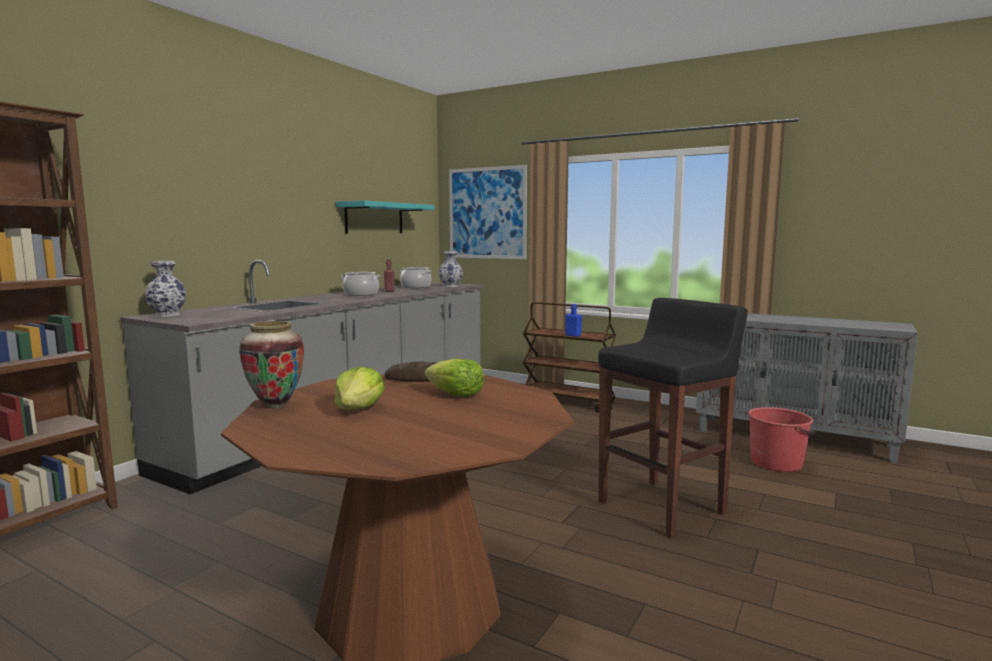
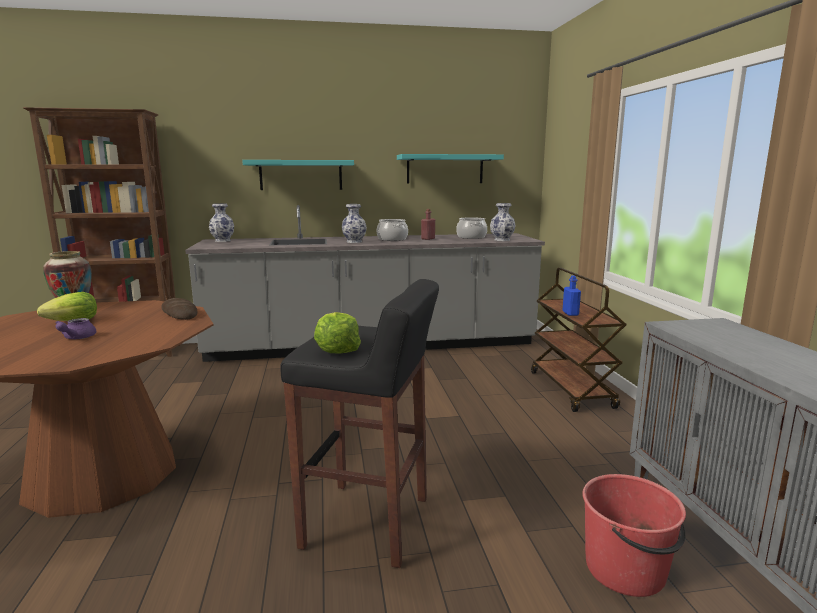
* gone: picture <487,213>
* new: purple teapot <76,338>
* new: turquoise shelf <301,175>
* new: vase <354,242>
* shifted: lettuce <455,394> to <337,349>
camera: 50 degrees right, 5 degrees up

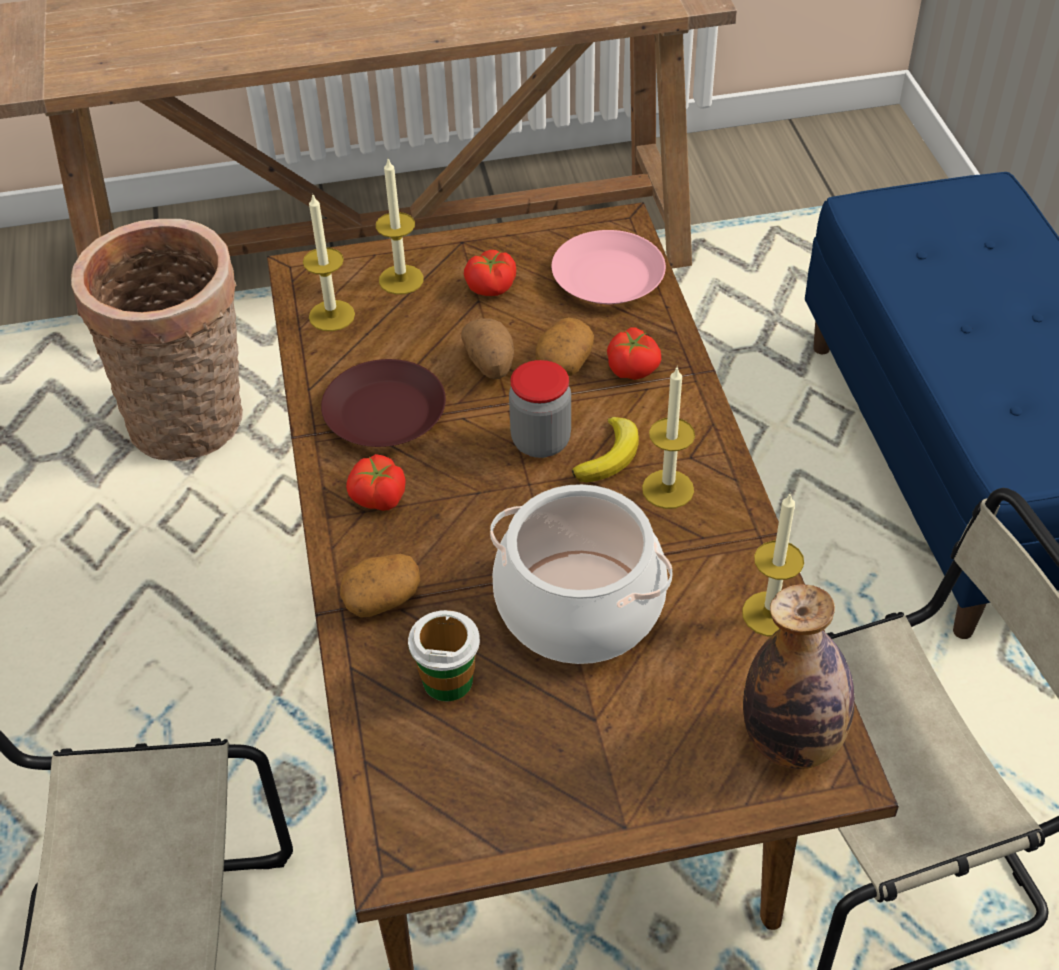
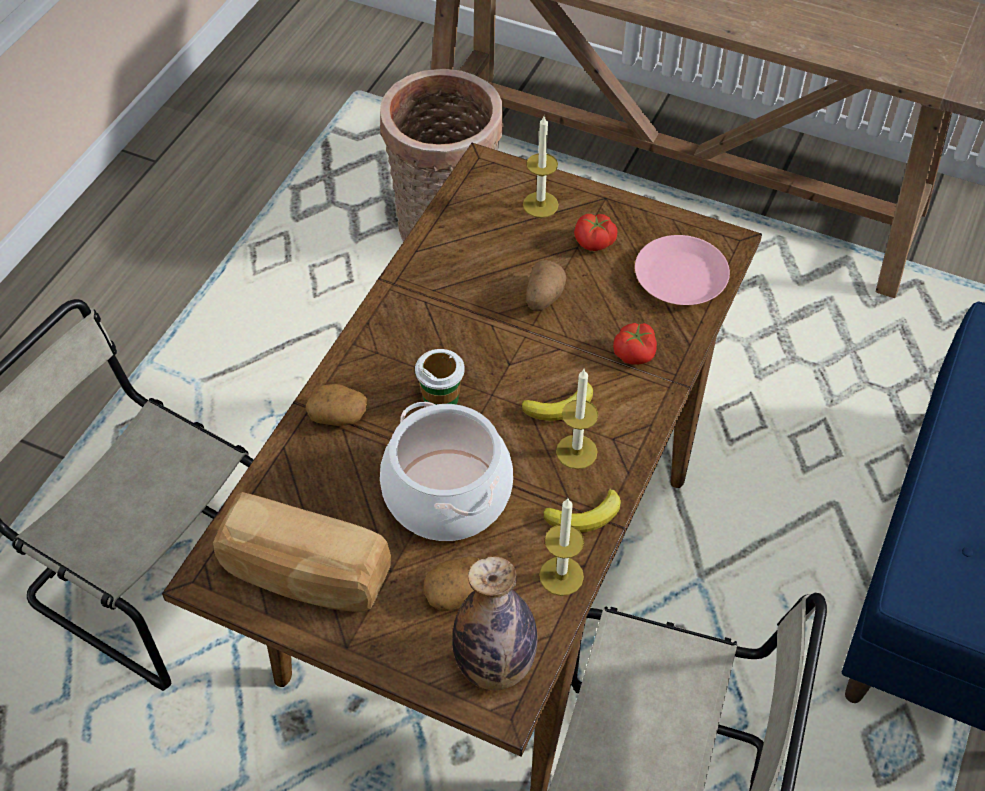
* gone: candle <331,316>
* gone: brown plate <383,413>
* gone: tomato <378,497>
* gone: jar <541,441>
* new: bread <305,574>
* new: banana <585,516>
* shifted: cup <448,680> to <441,398>
* shifted: potato <564,361> to <455,591>
camera: 35 degrees right, 5 degrees up

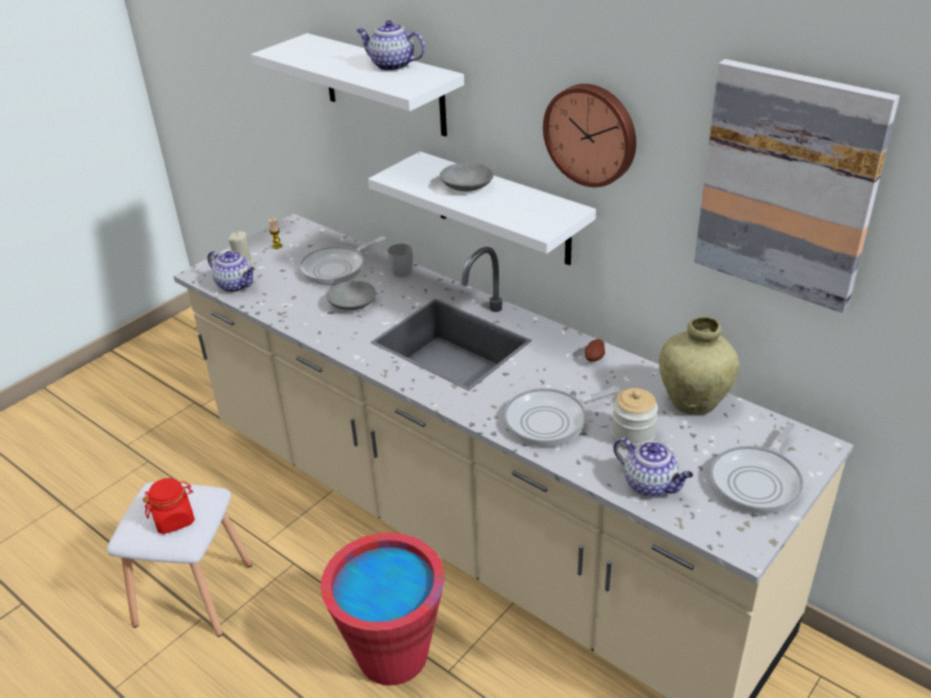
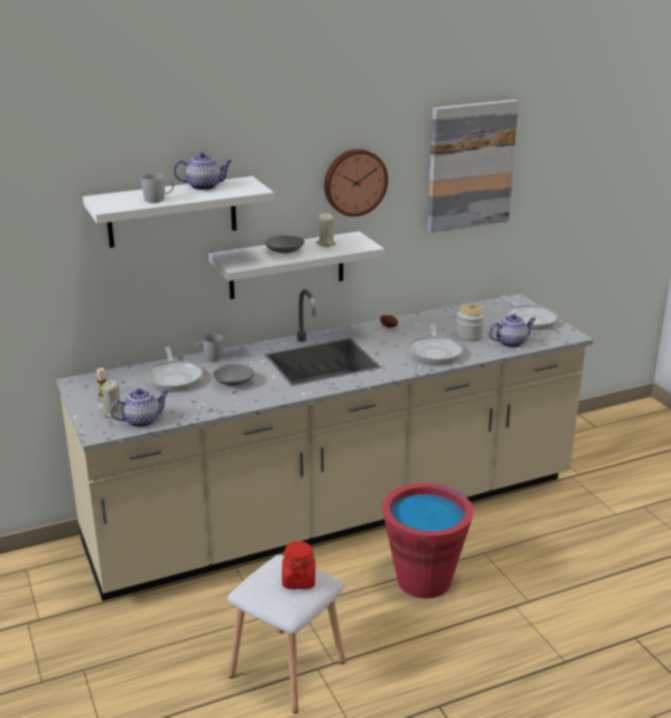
* gone: beige vase <693,403>
* new: white mug <159,199>
* new: beige candle <326,244>
* rotated: teapot <391,65> = <205,186> 150 degrees counterclockwise
camera: 65 degrees left, 10 degrees down

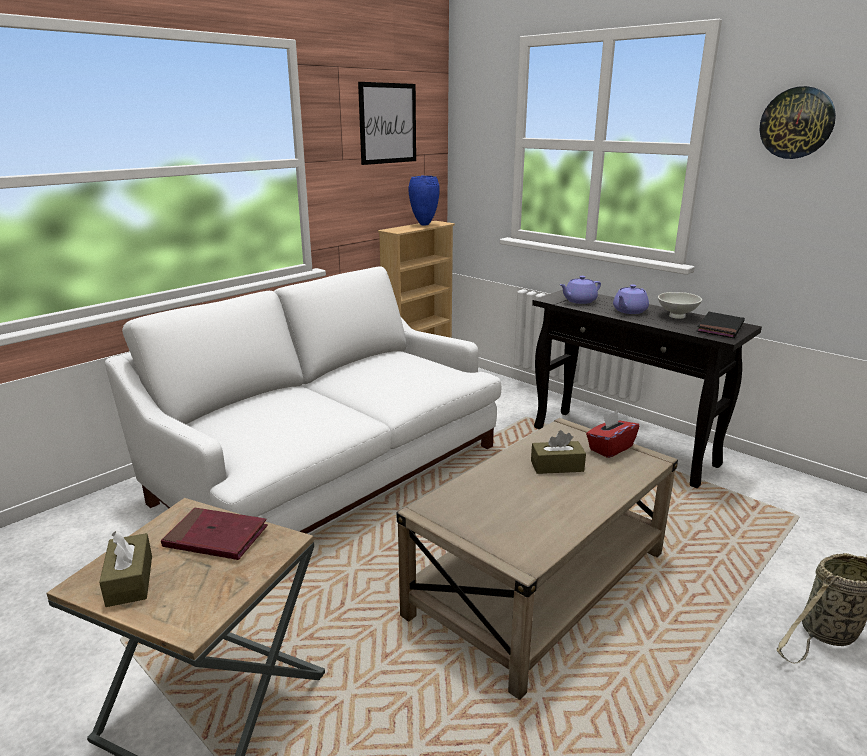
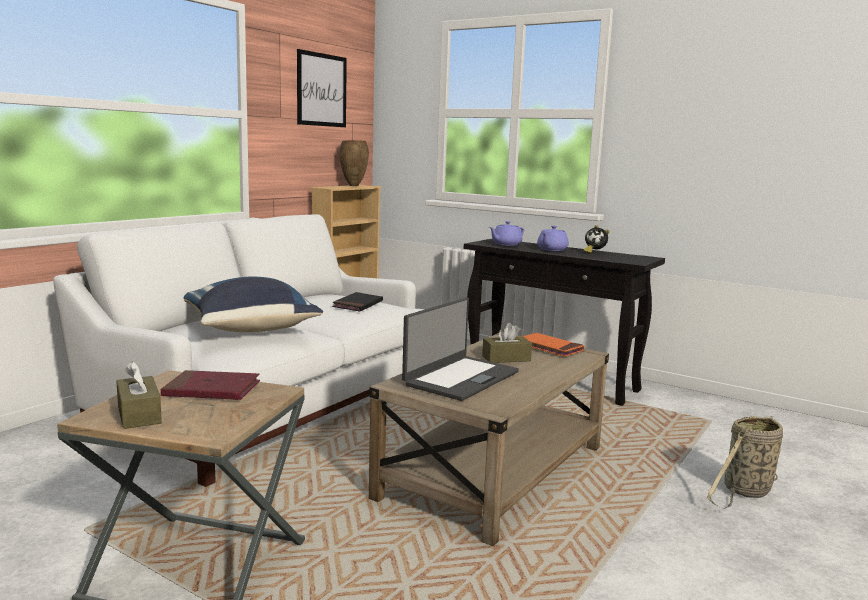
* gone: wall clock <797,123>
* new: blue pillow <250,329>
* new: laptop <460,378>
* shifted: black book <720,328> to <358,305>
* swapped: red tissue box <610,448> to orange book <549,348>
* swapped: white bowl <678,316> to alarm clock <594,253>
* repainted: blue vase <423,225> to brown vase <353,186>
camera: 10 degrees left, 10 degrees down

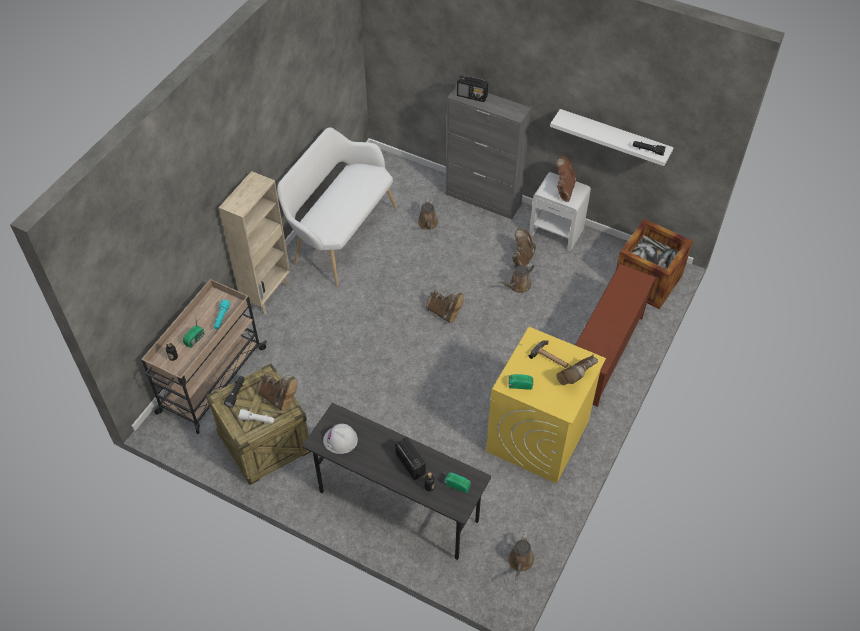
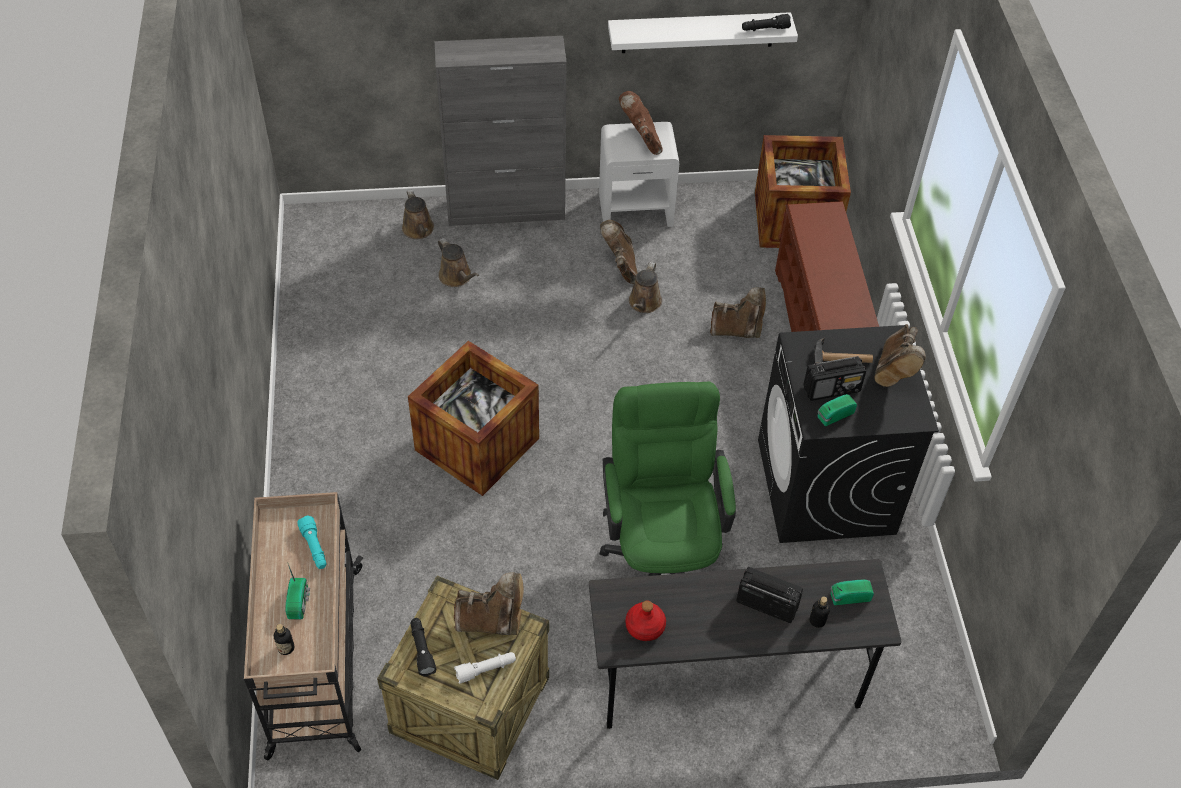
* gone: beige bookcase <267,293>
* gone: white bench <340,235>
* new: crate <477,444>
* new: green office chair <661,553>
* shifted: brown boot <444,313> to <738,330>
* shifted: radio <472,96> to <832,389>
* shifted: brown watering can <520,562> to <419,230>
* swapped: white hard hat <340,440> to red bottle <645,626>
* repainted: yellow washing machine <537,436> to black washing machine <826,487>
camera: 35 degrees left, 0 degrees up

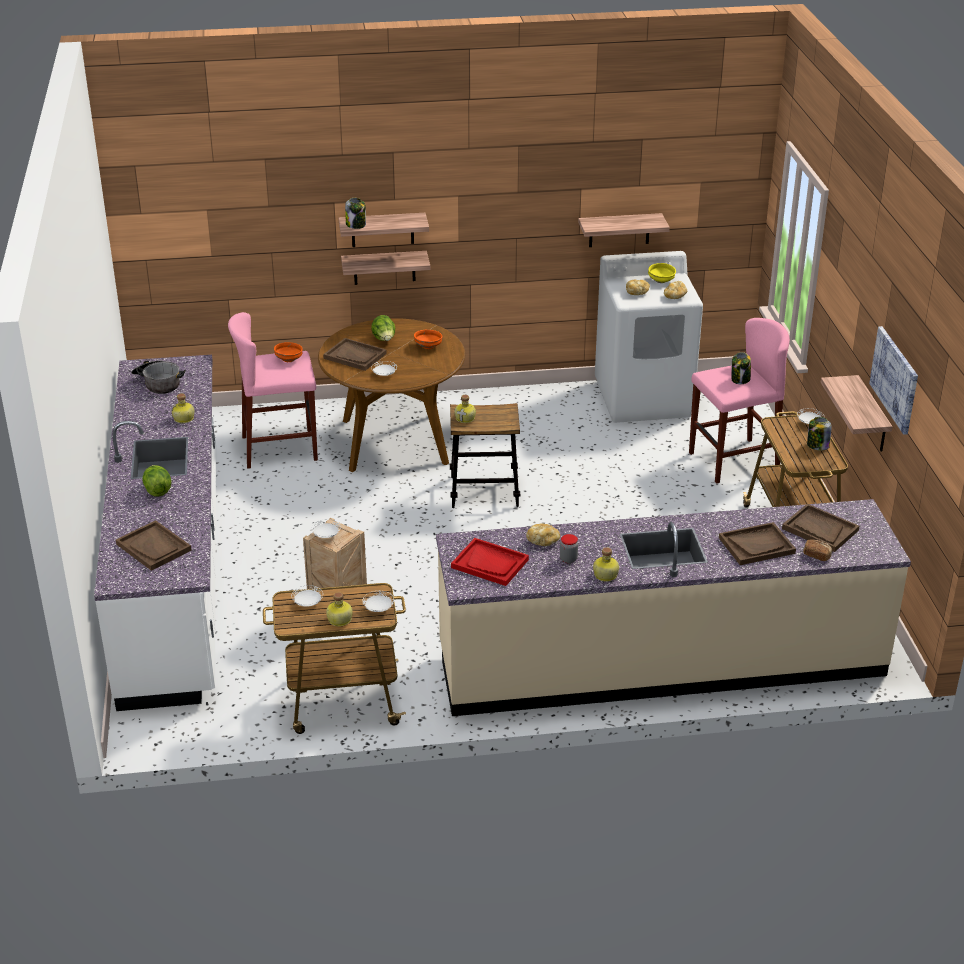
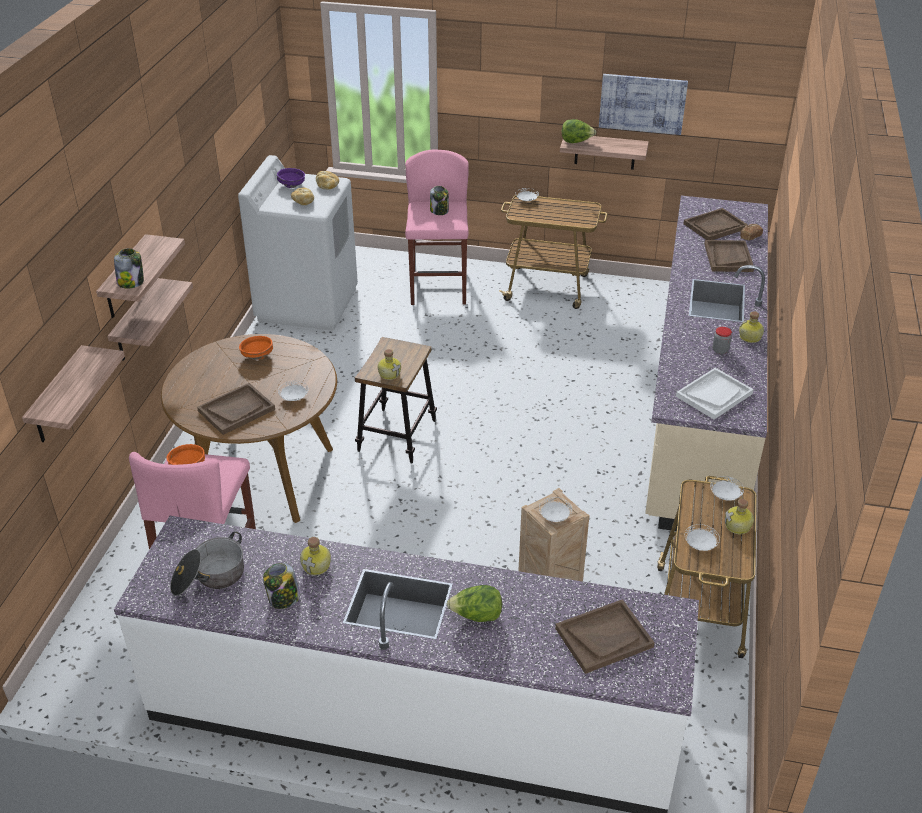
* gone: bread <543,541>
* shifted: lettuce <384,340> to <576,142>
* shifted: shelf <619,230> to <57,397>
* shifted: jar <817,446> to <283,599>
* repainted: red tray <490,564> to white tray <714,395>
* repainted: yellow bowl <661,281> to purple bowl <292,185>
camera: 70 degrees left, 5 degrees up

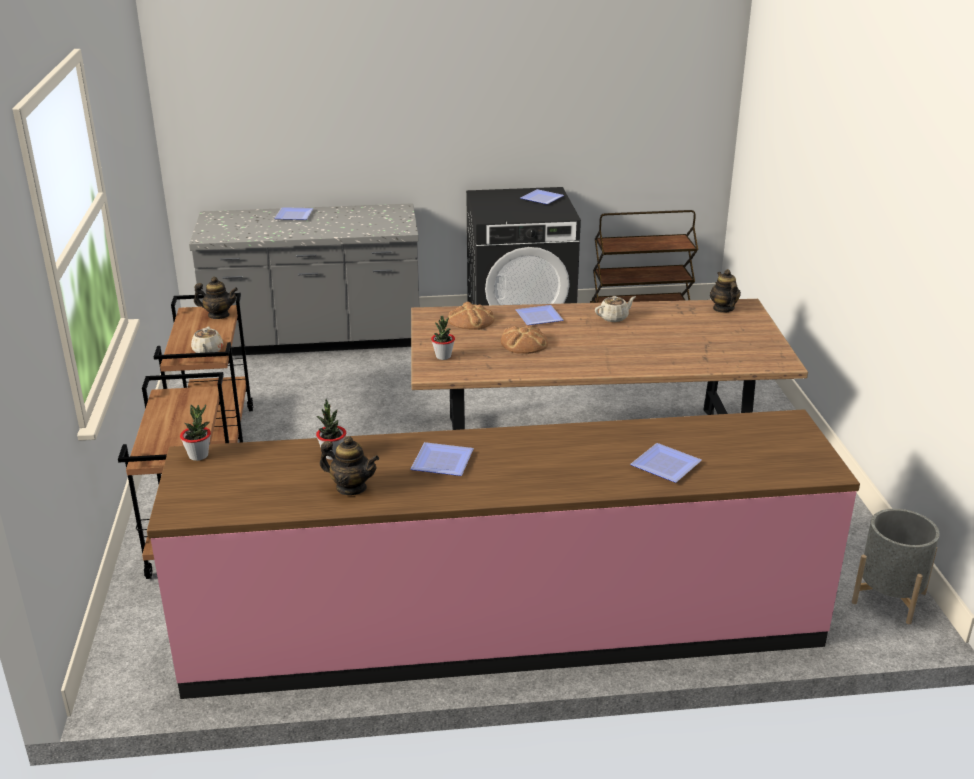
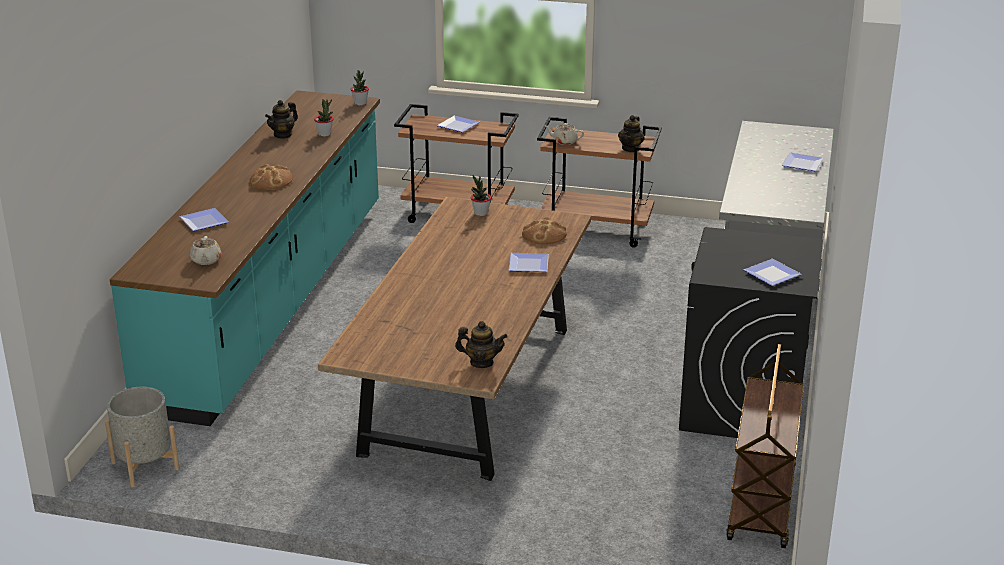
* shifted: plate <443,463> to <456,126>
* shifted: bread <524,343> to <271,181>
* shifted: beige teapot <614,318> to <206,260>
* repainted: pink counter <503,626> to turquoise counter <272,301>
camera: 110 degrees right, 0 degrees up

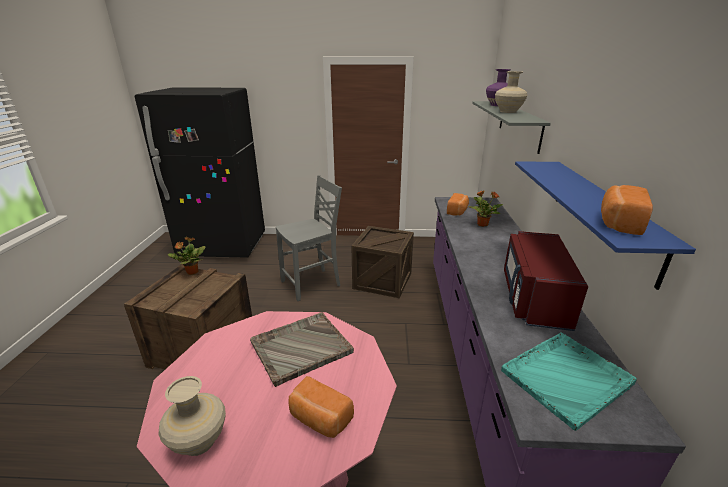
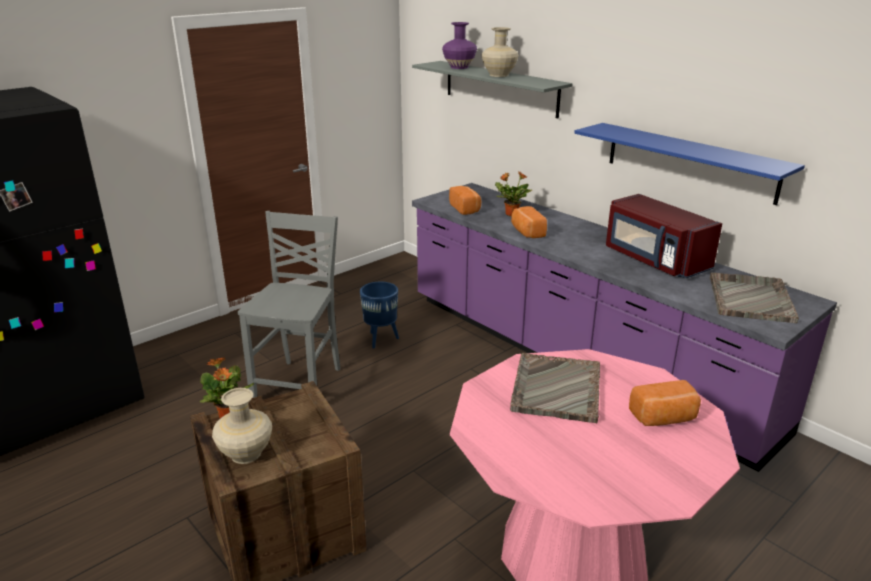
* shifted: beige vase <199,442> to <246,454>
* shifted: bread <618,223> to <526,232>
* swapped: crate <382,280> to blue planter <381,339>
* repainted: turquoise tray <567,377> to grey tray <750,298>
camera: 45 degrees left, 0 degrees up

